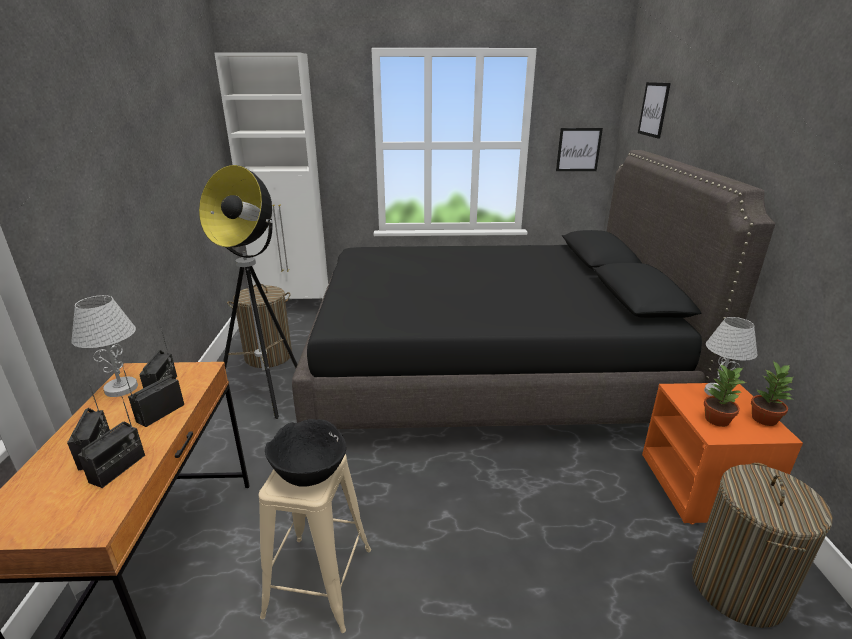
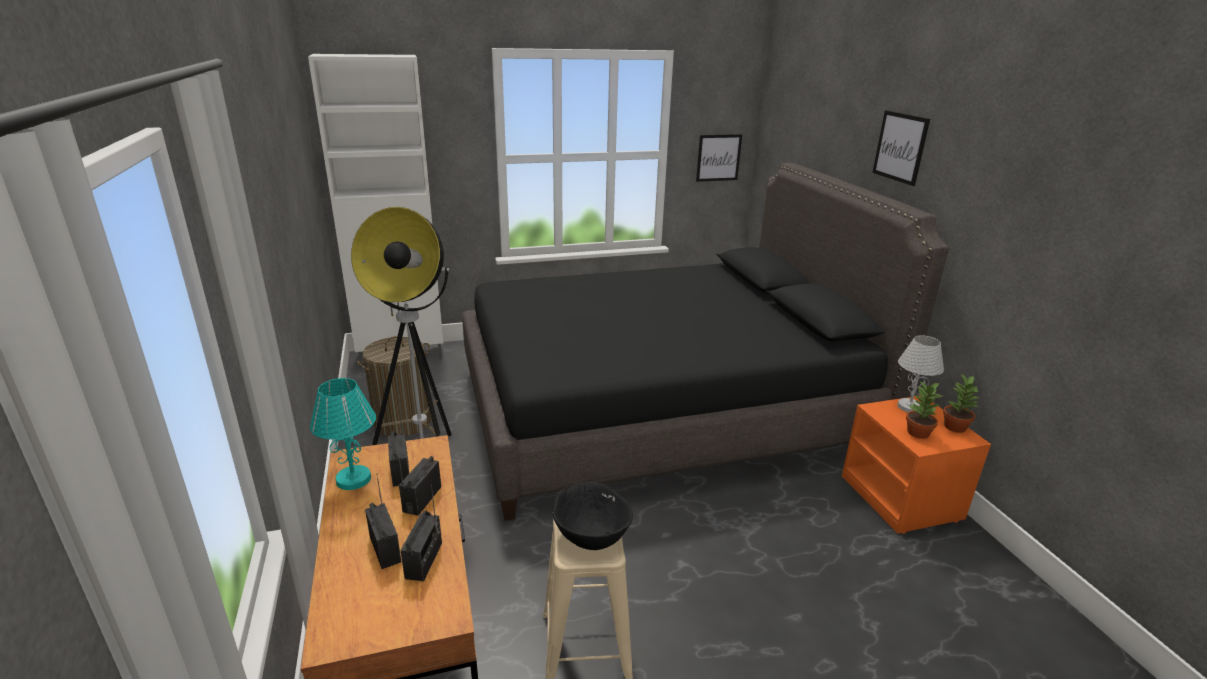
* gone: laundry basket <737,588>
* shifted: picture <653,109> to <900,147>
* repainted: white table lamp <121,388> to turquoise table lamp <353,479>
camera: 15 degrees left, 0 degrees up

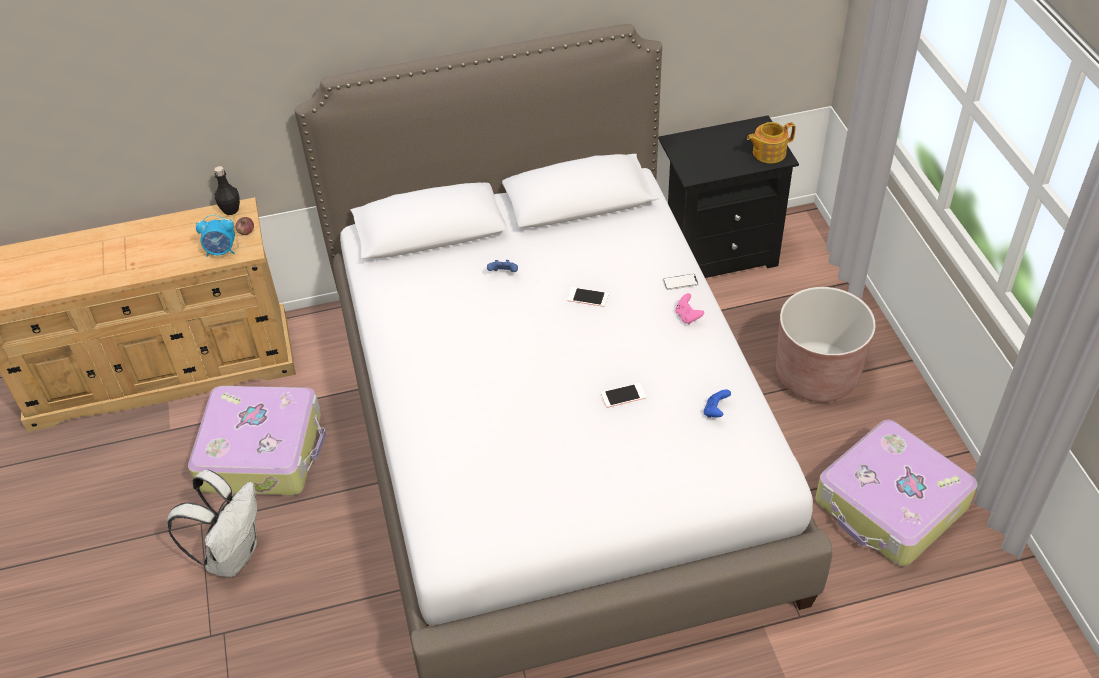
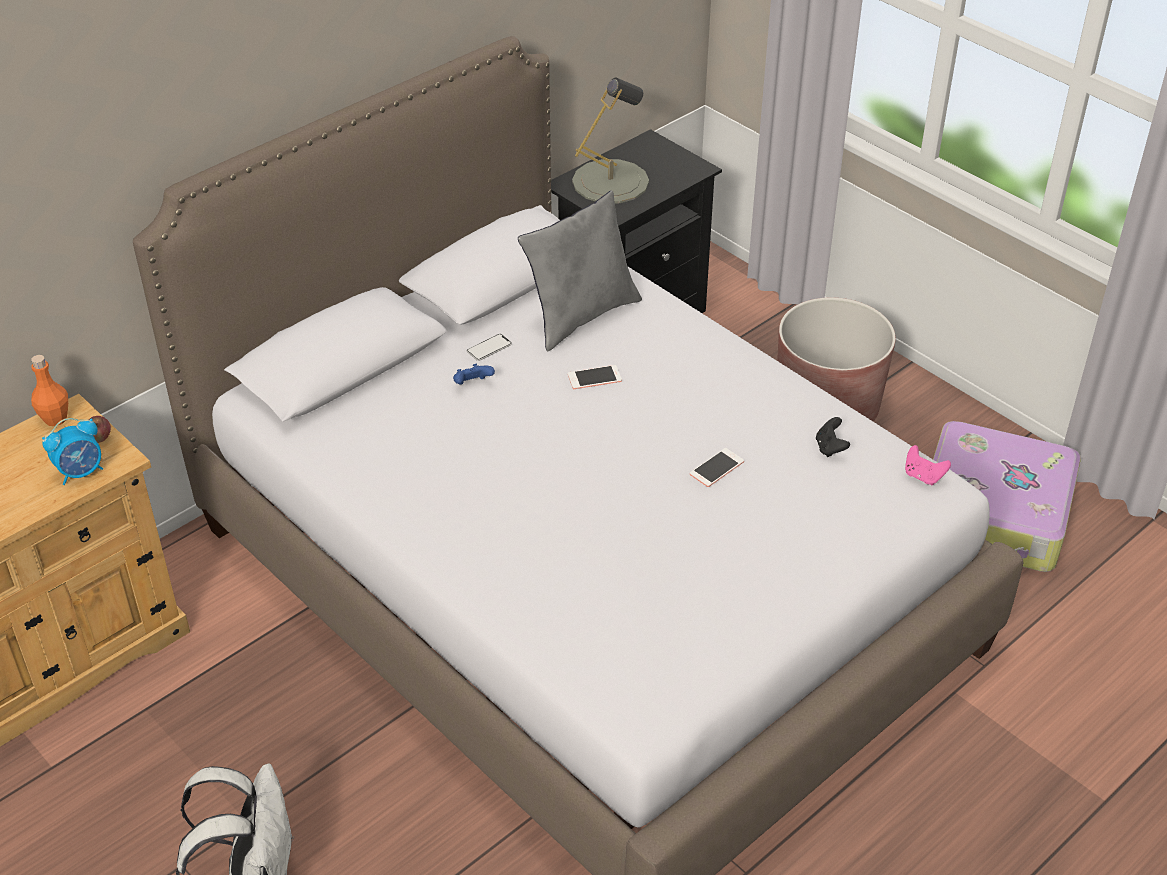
* gone: suitcase <262,451>
* gone: teapot <768,152>
* new: grey pillow <581,316>
* new: grey table lamp <610,181>
* shifted: phone <680,282> to <489,348>
* shifted: pink game controller <687,316> to <923,476>
* repainted: black bottle <231,210> to orange bottle <55,419>
* repainted: blue game controller <715,411> to black game controller <830,448>
camera: 30 degrees left, 5 degrees down

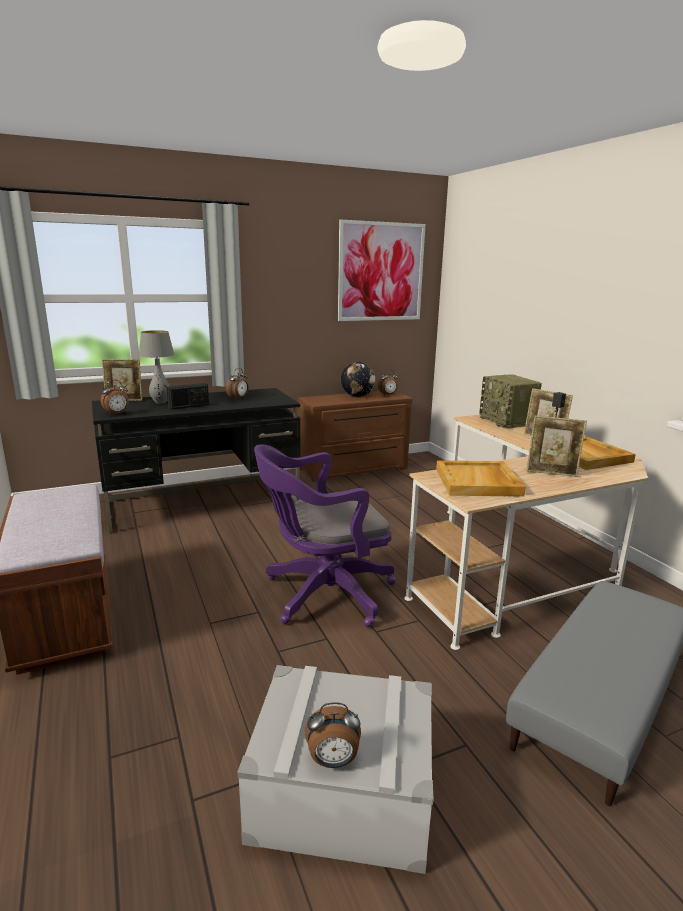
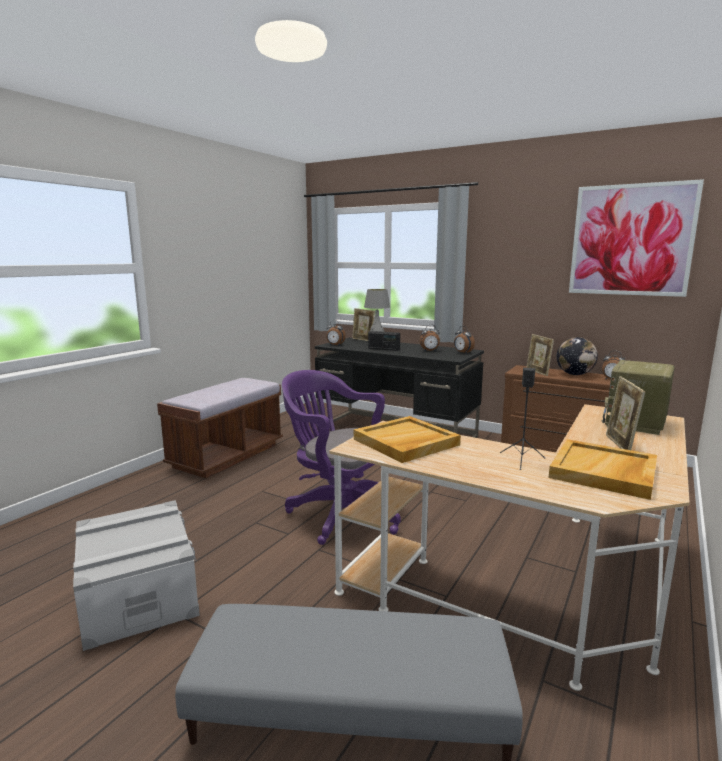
* shifted: alarm clock <333,761> to <462,353>
* shifted: picture frame <551,473> to <538,372>
camera: 55 degrees right, 5 degrees down

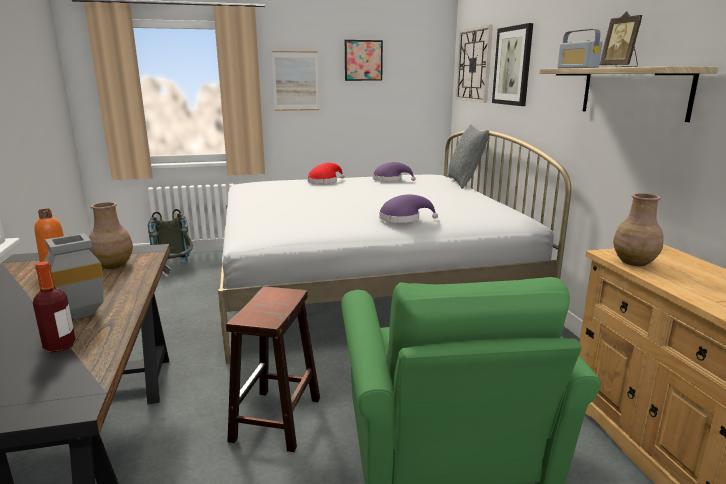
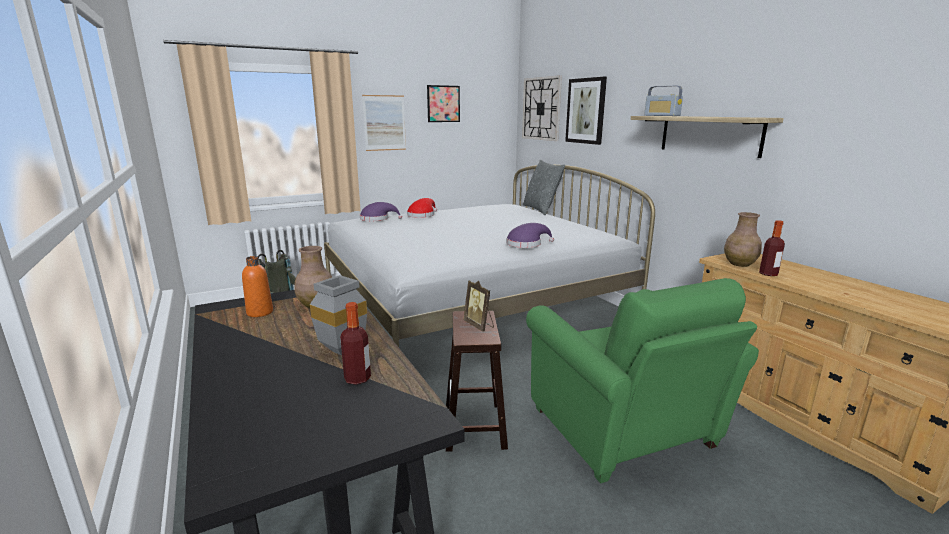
* new: bottle <768,274>
* shifted: purple hat <389,179> to <377,219>
* shifted: picture frame <619,67> to <479,325>
camera: 15 degrees left, 0 degrees up

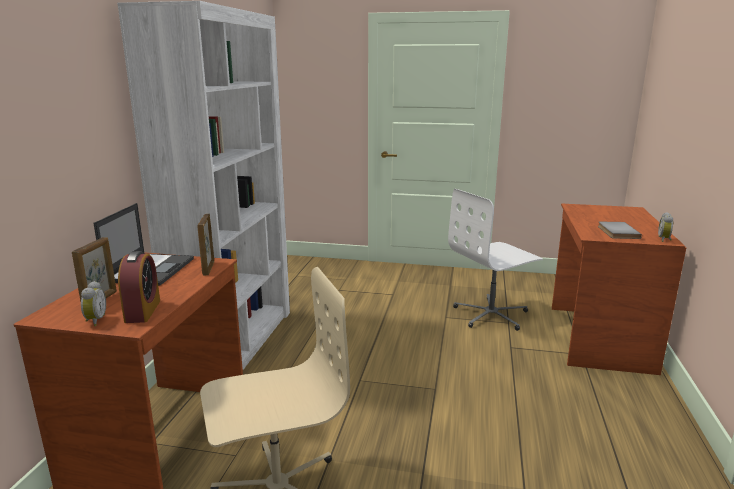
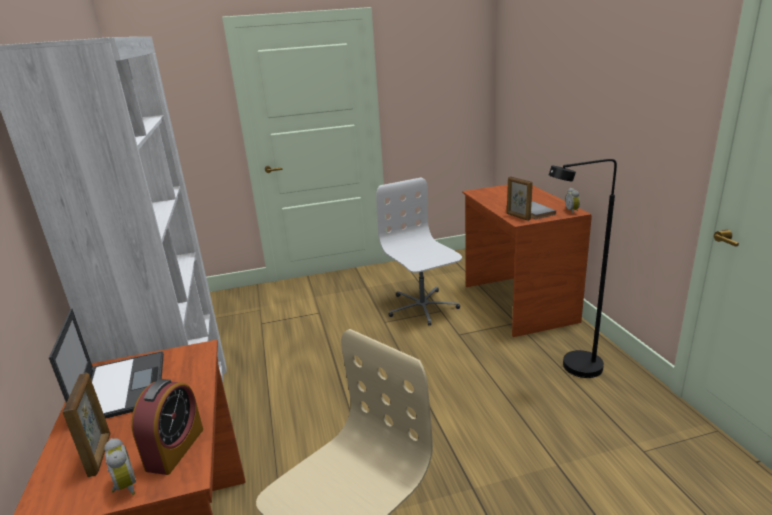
* new: black floor lamp <573,369>
* shifted: picture frame <208,268> to <518,217>
* rotated: alarm clock <143,311> = <175,449> 45 degrees clockwise
* rotated: white office chair <491,315> = <422,307> 120 degrees clockwise
camera: 25 degrees left, 5 degrees up

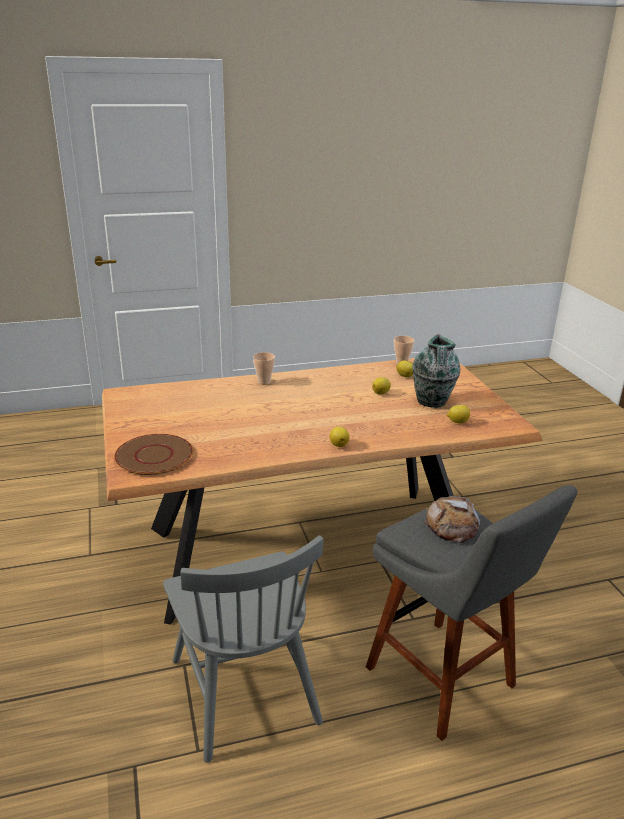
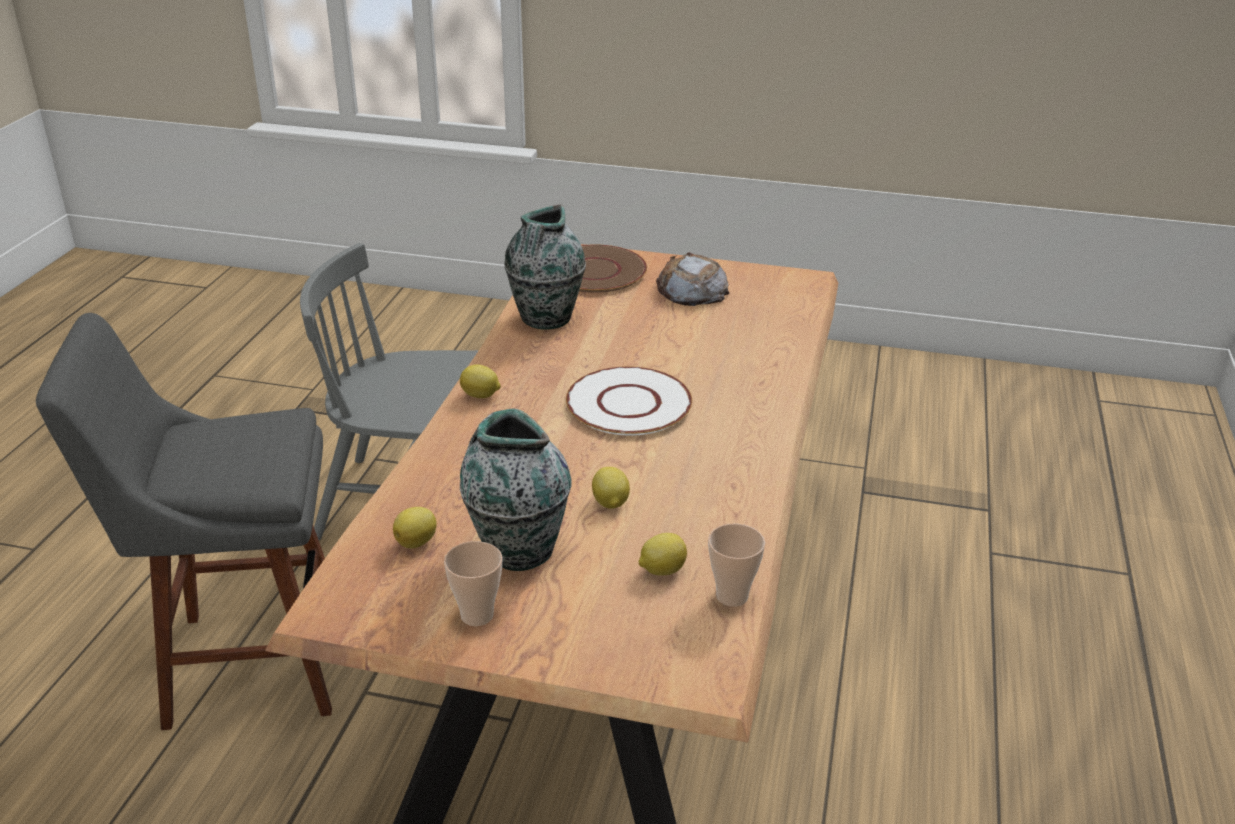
* new: vase <545,319>
* new: white plate <628,404>
* shifted: cup <264,382> to <477,615>
* shifted: bread <452,525> to <691,290>
camera: 120 degrees right, 5 degrees up

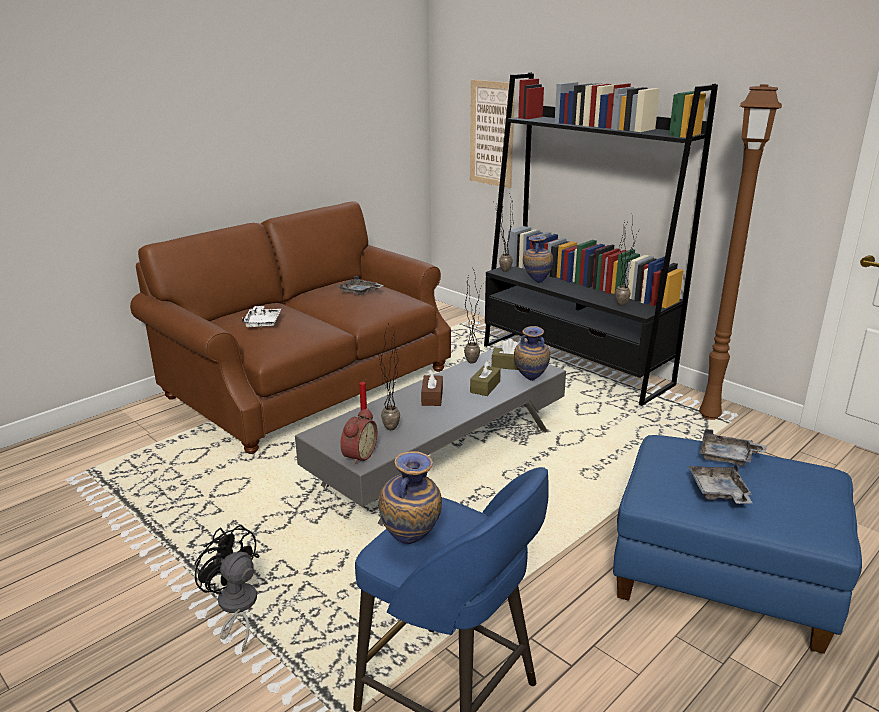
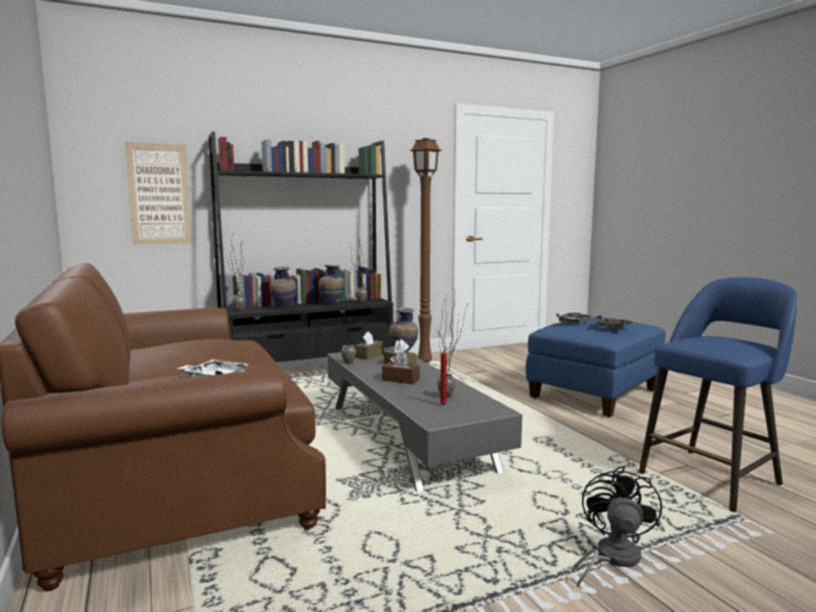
* gone: grey tray <359,292>
* gone: alarm clock <357,455>
* shifted: vase <411,544> to <332,305>
* rotated: black fan <235,607> = <611,558> 135 degrees clockwise
camera: 70 degrees left, 15 degrees down

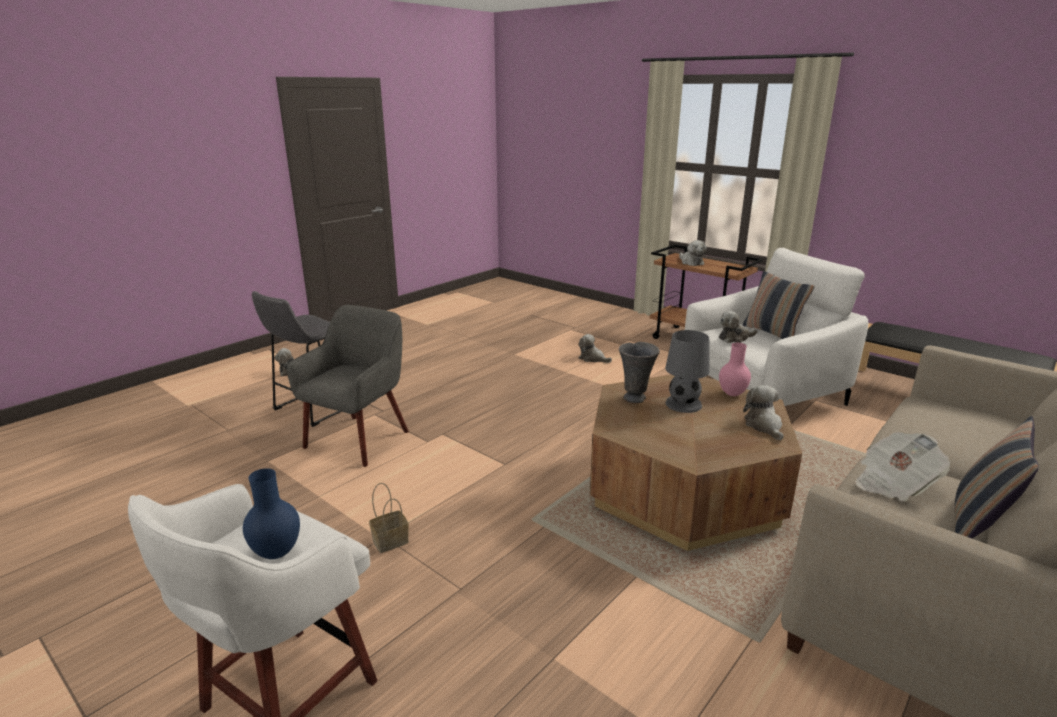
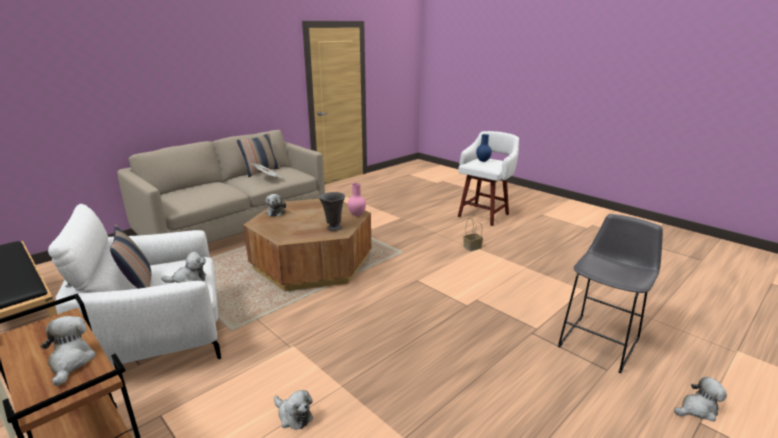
* gone: grey armchair <359,439>
* gone: grey table lamp <683,404>
* shifted: pink vase <731,394> to <357,215>
camera: 175 degrees left, 0 degrees up

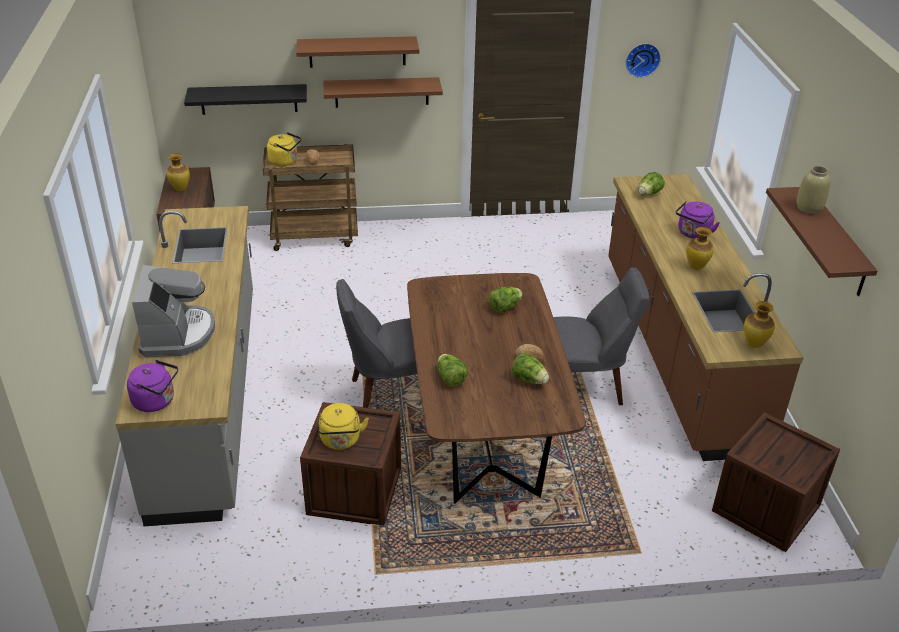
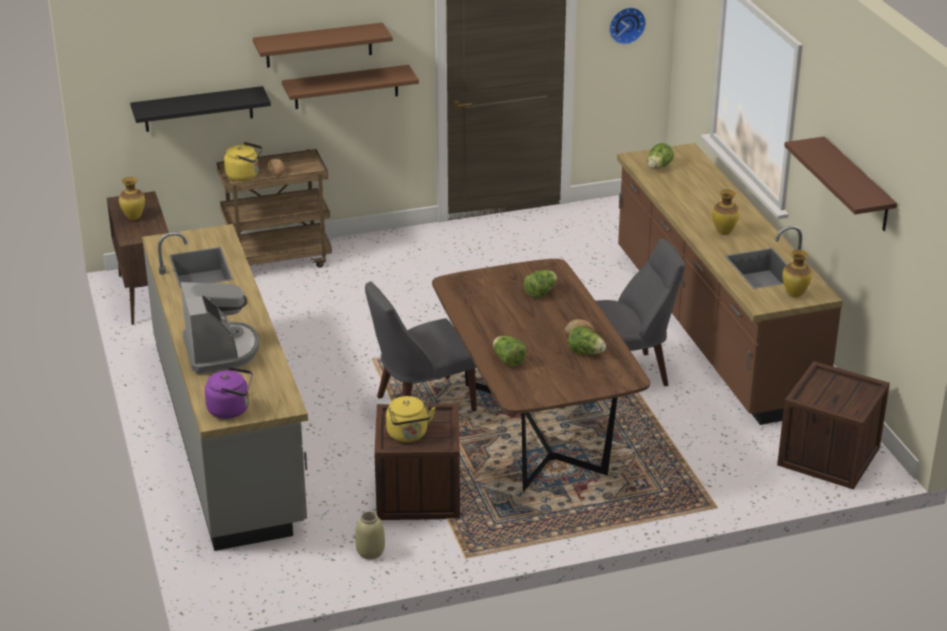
* gone: purple kettle <693,233>
* shifted: beige vase <809,208> to <370,552>
camera: 10 degrees left, 5 degrees down

